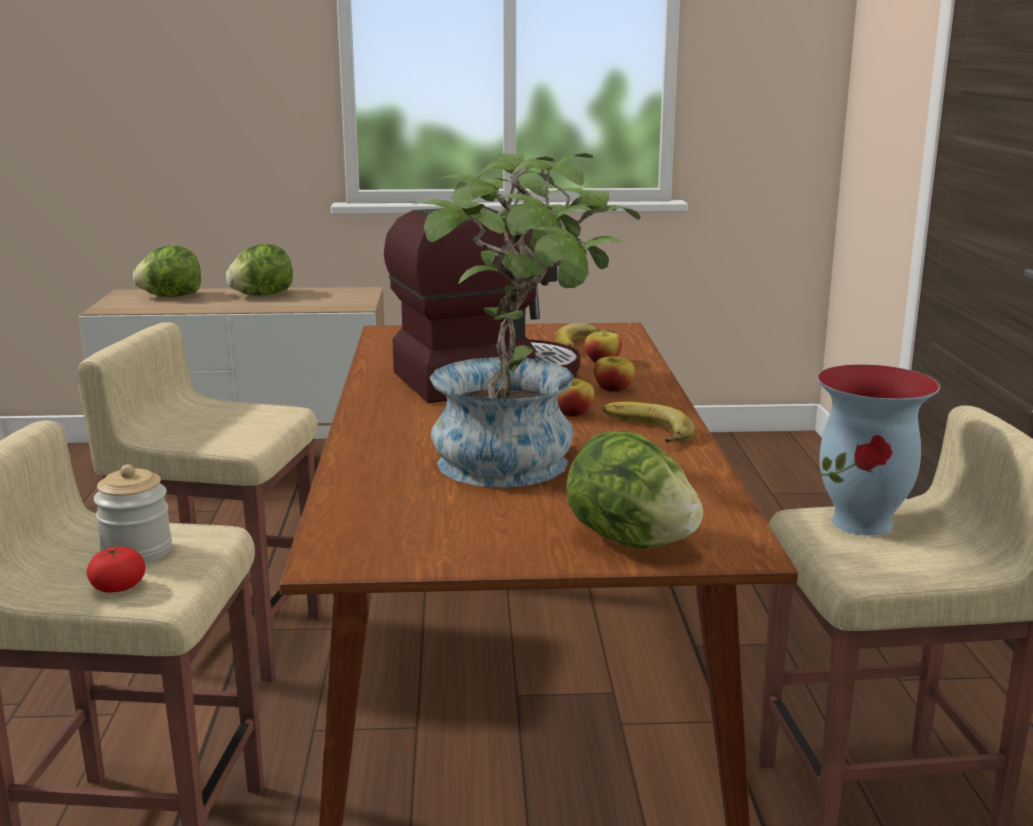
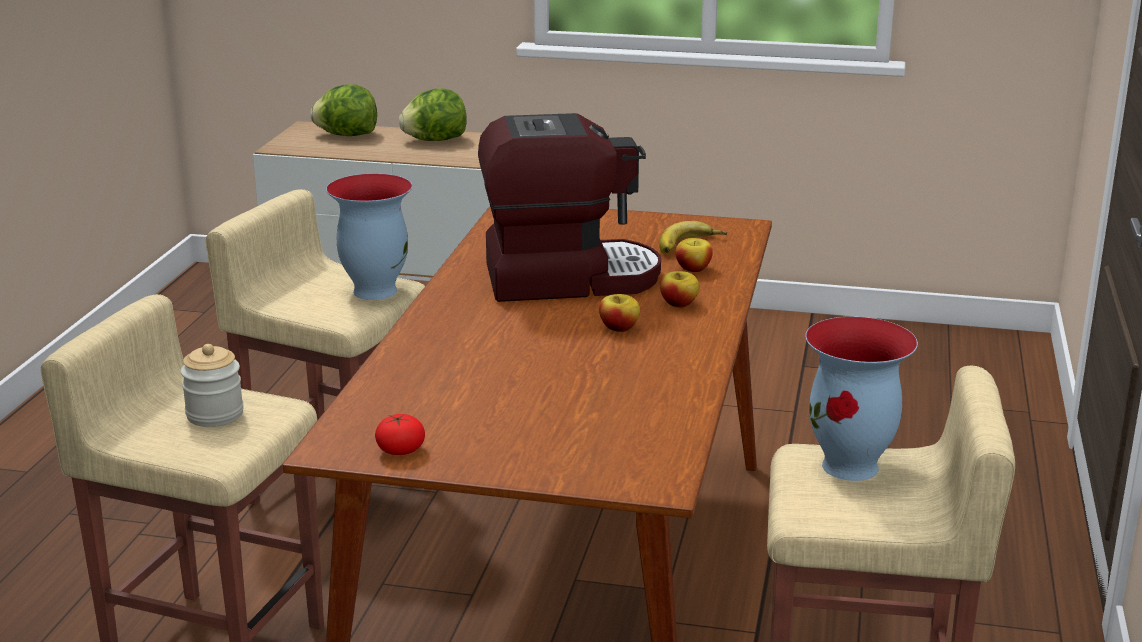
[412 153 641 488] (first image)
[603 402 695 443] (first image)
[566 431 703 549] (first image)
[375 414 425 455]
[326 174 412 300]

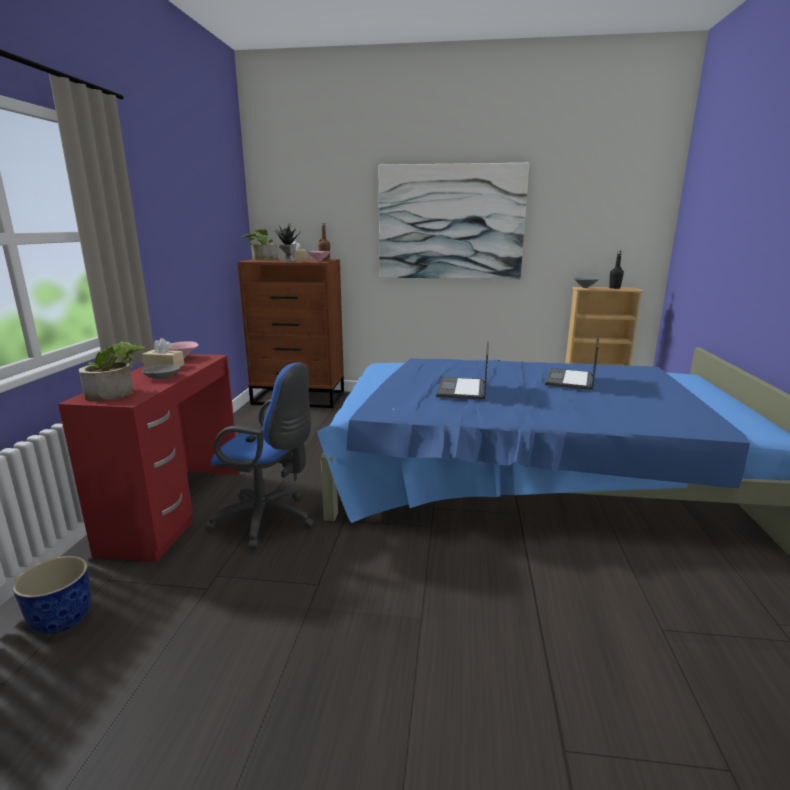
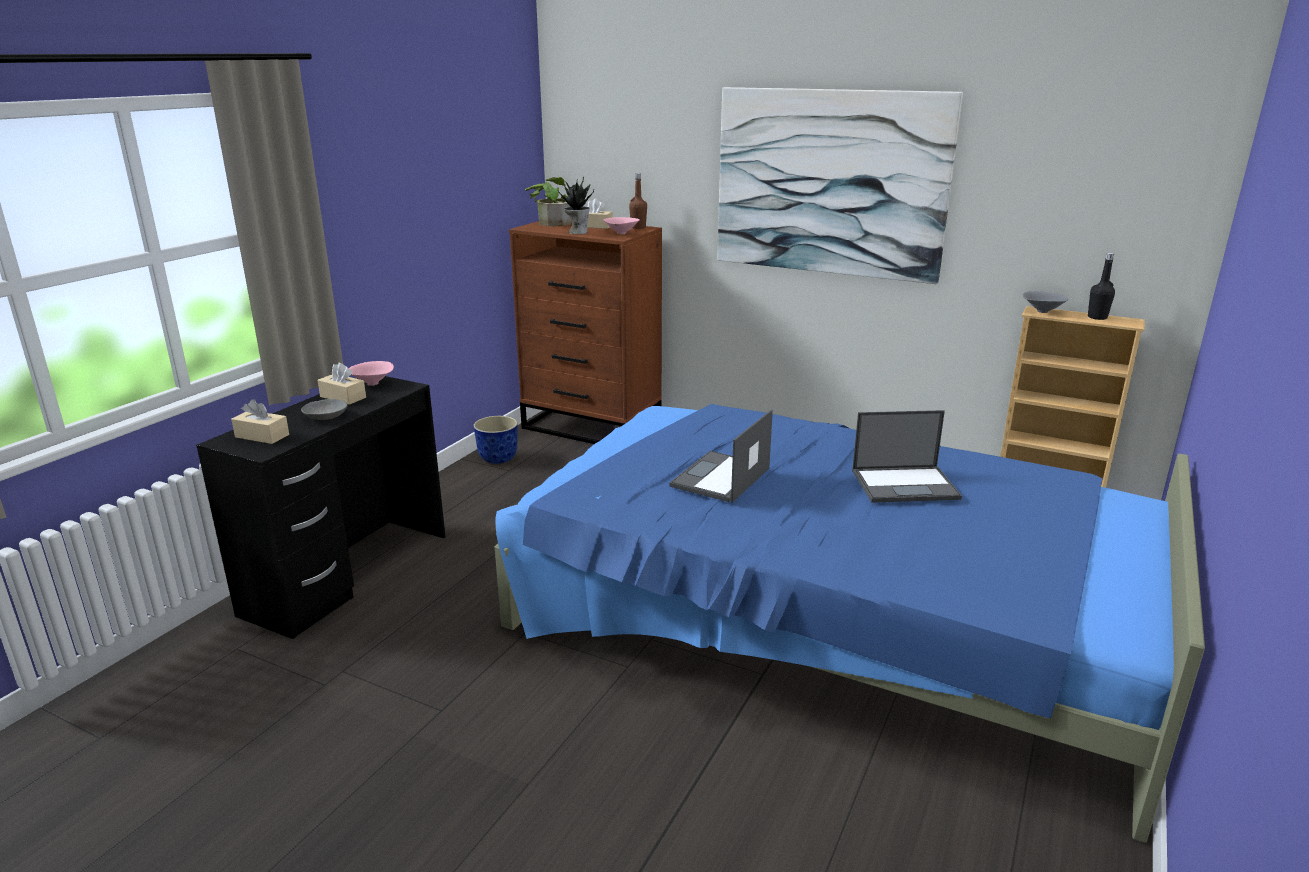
[852 410 962 503]
[231 399 289 444]
[196 376 445 639]
[205 362 314 549] (first image)
[474 416 518 464]

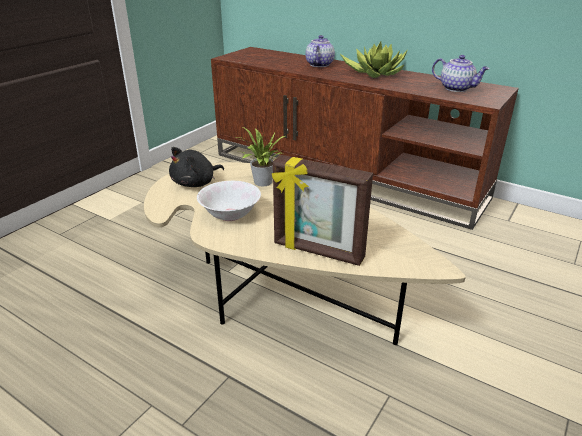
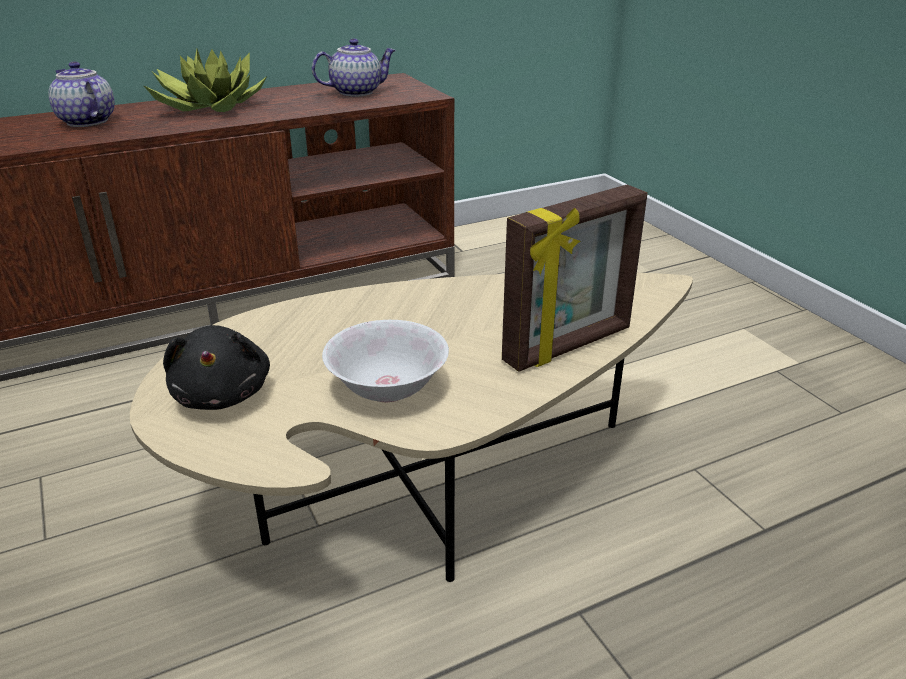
[234 127 285 186] (first image)

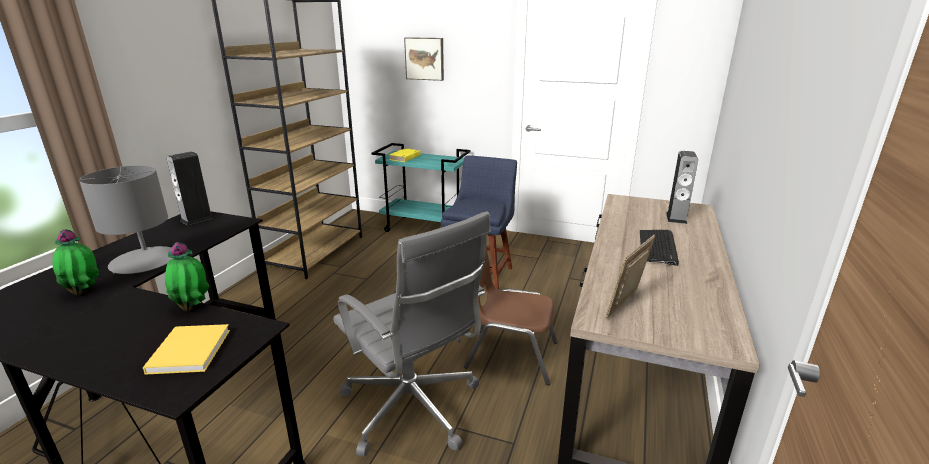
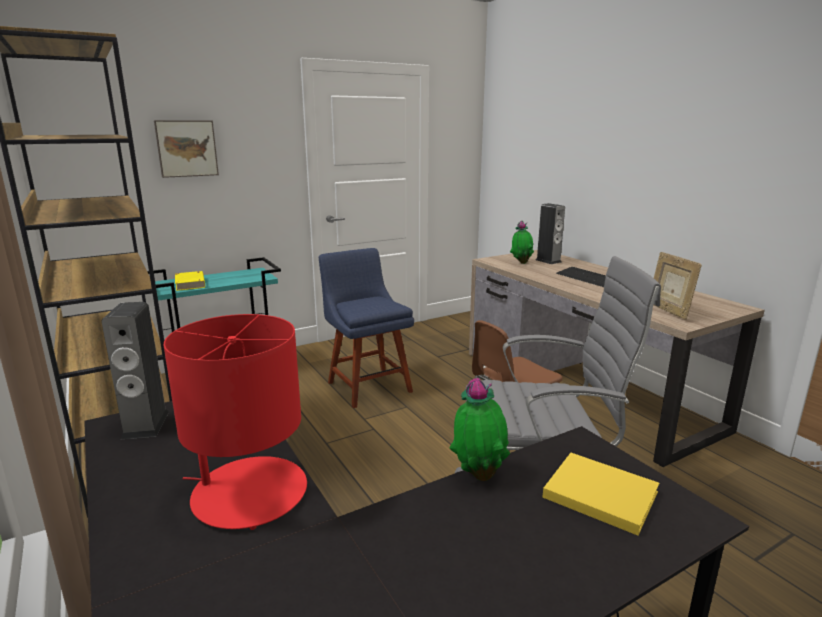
[164 314 307 530]
[510 221 534 264]

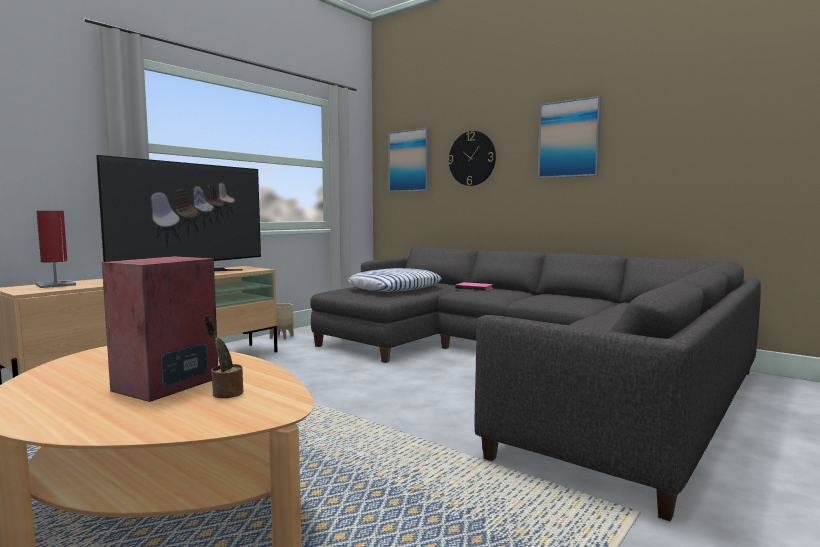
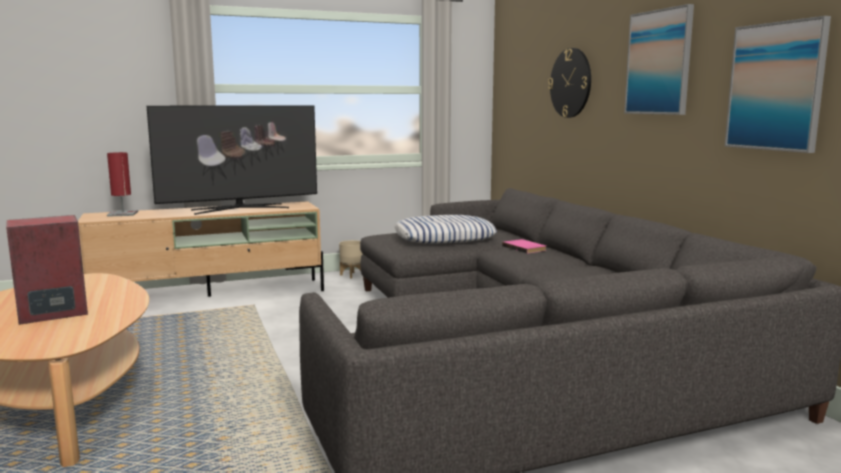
[724 16 831 153]
[204 315 243 398] (first image)

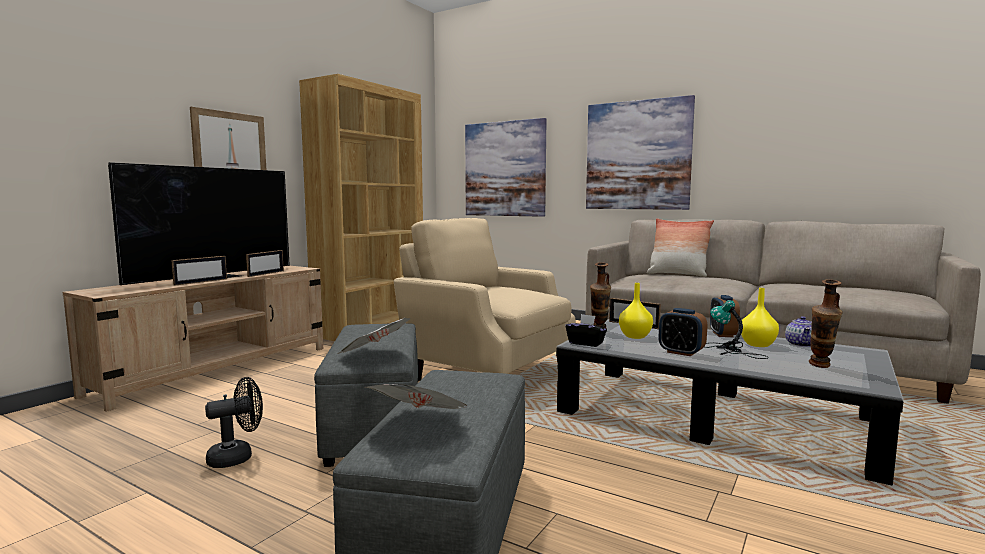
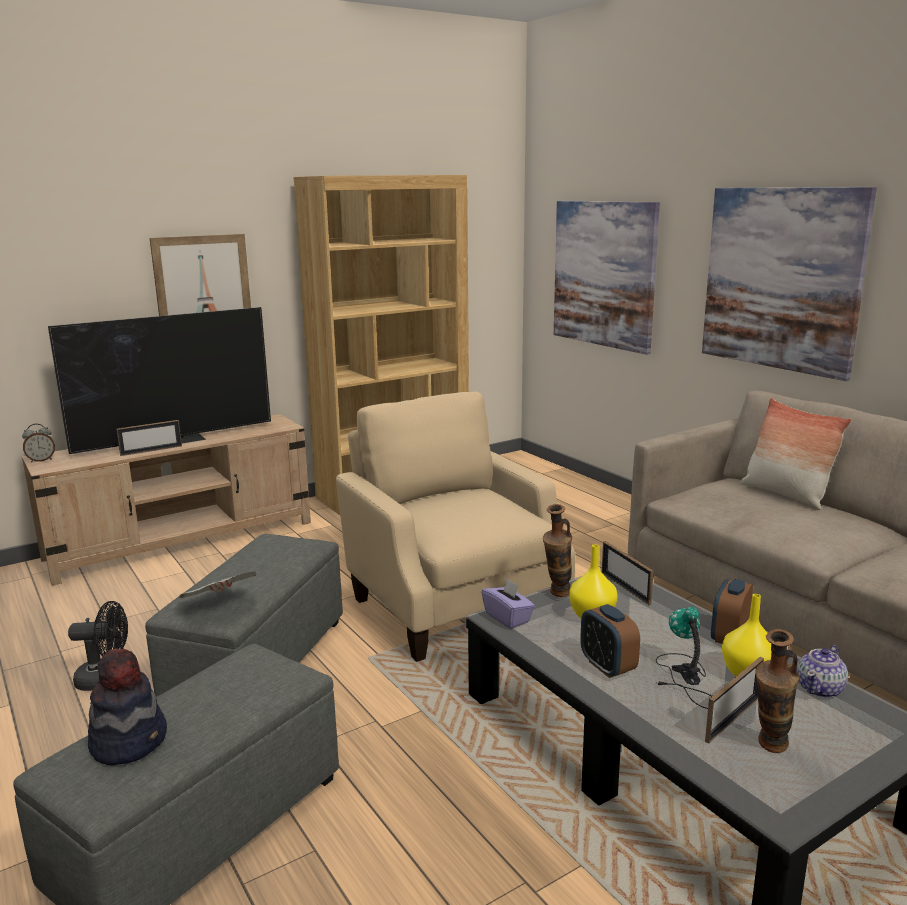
[705 657 764 743]
[482 578 535 629]
[88 648 167 765]
[22 424 55 463]

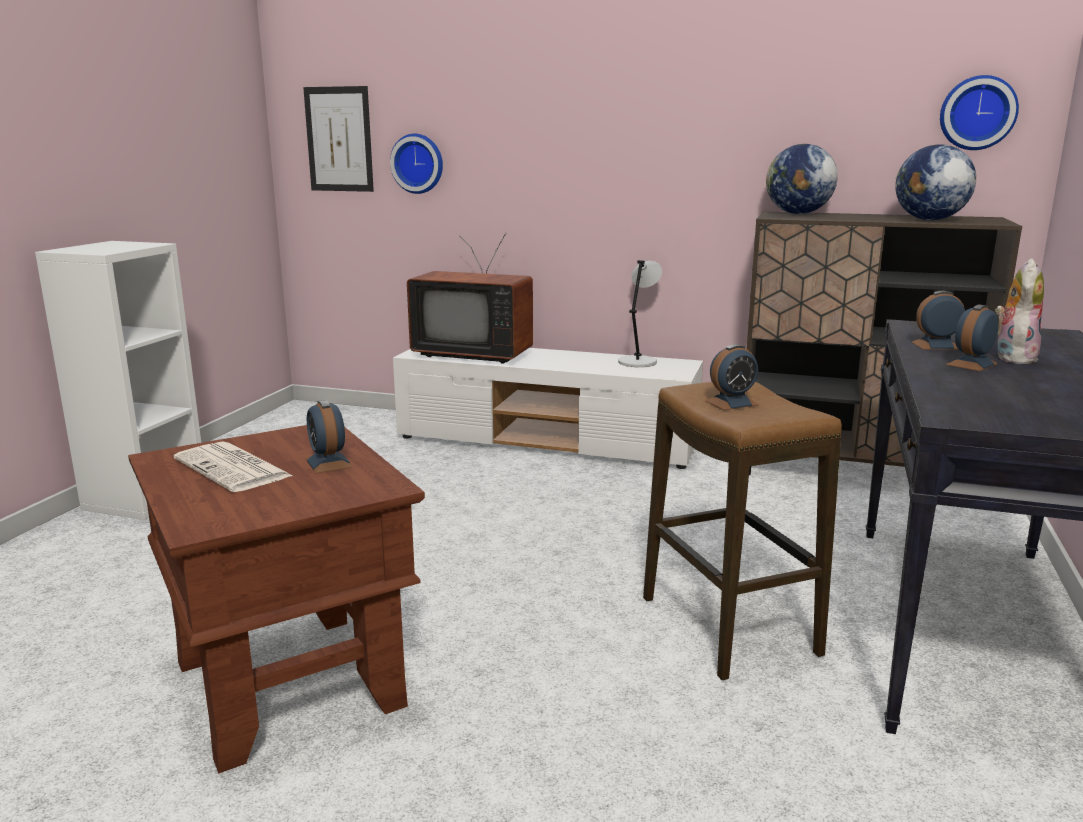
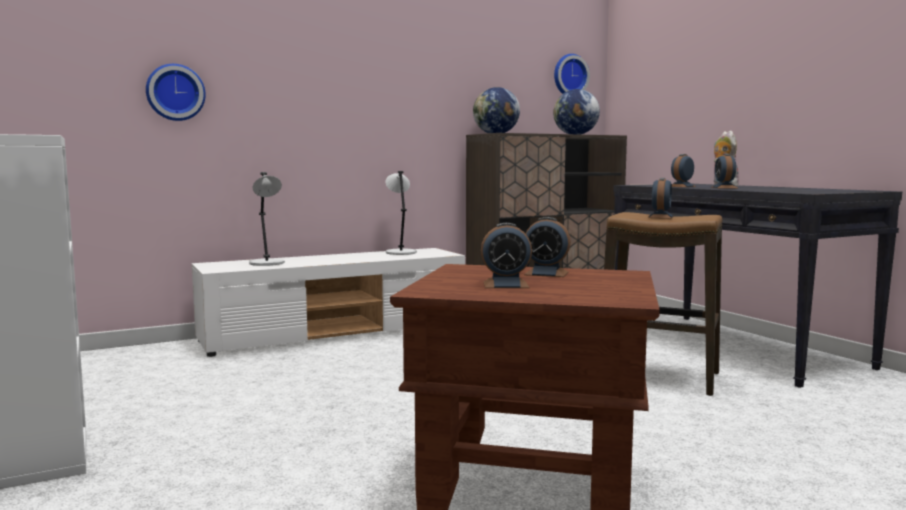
[303 86 374 192] (first image)
[249 172 285 266]
[481 223 532 288]

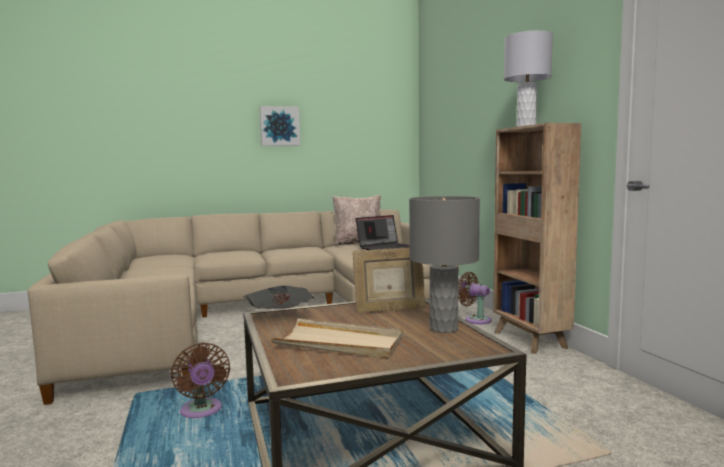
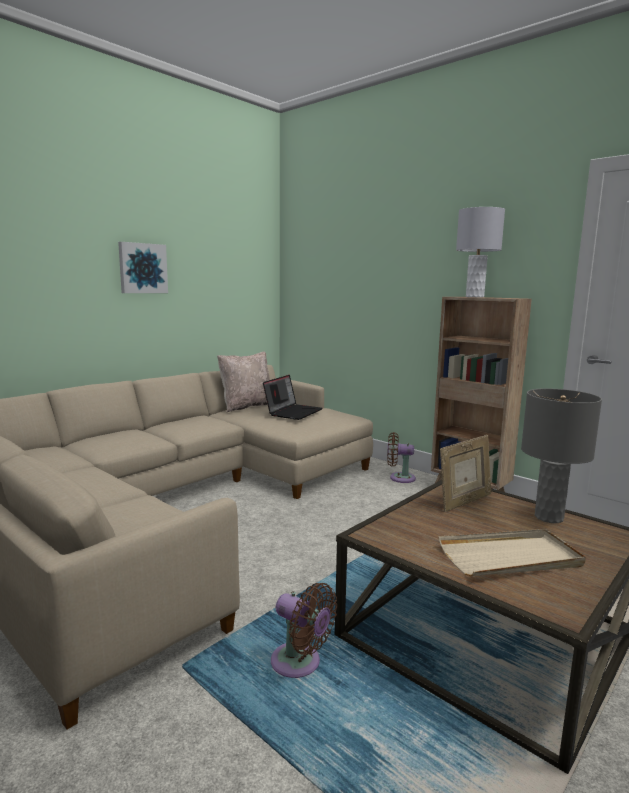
[243 286 314 309] (first image)

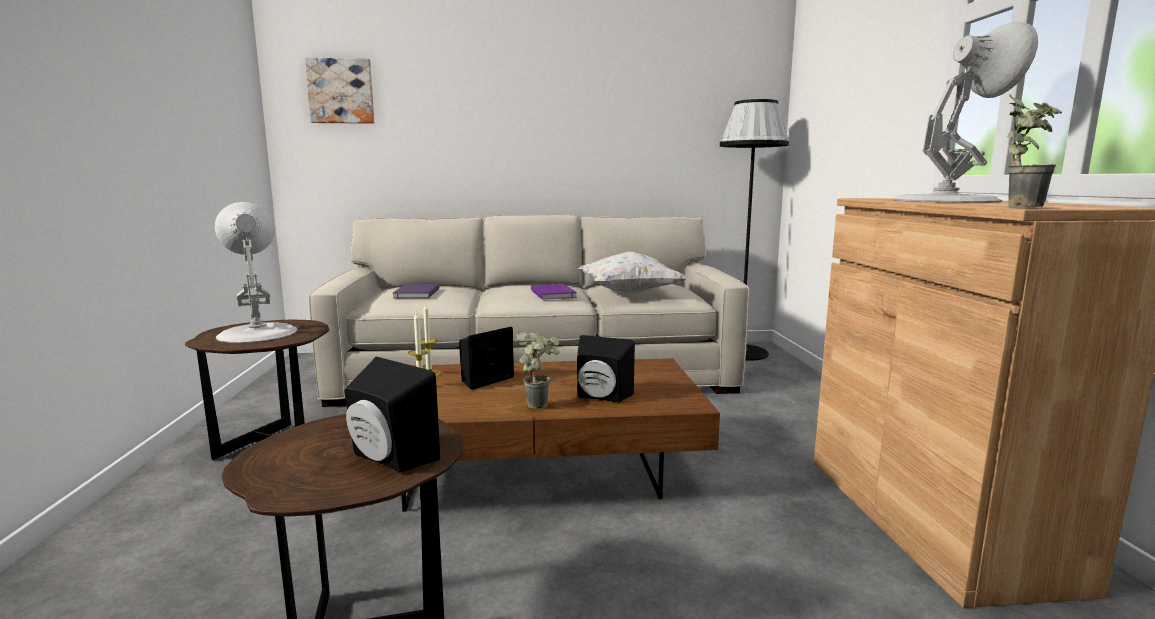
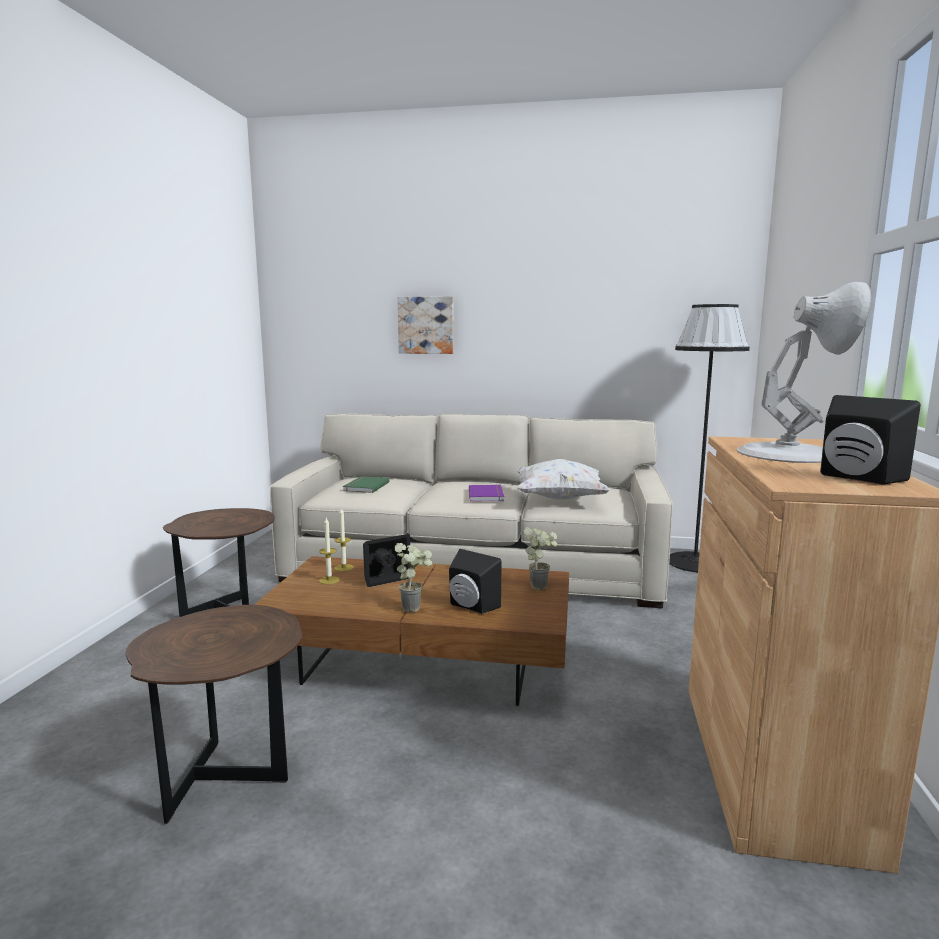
[398 296 454 354]
[523 527 558 590]
[215 202 297 343] (first image)
[343 476 389 493]
[820 395 921 485]

